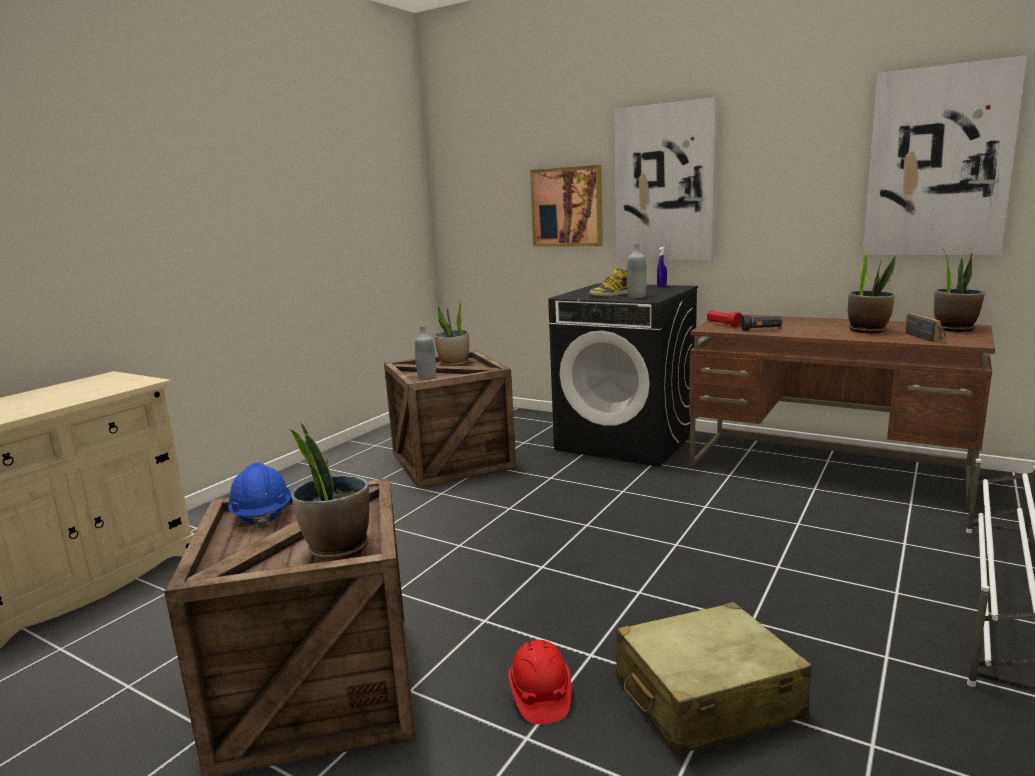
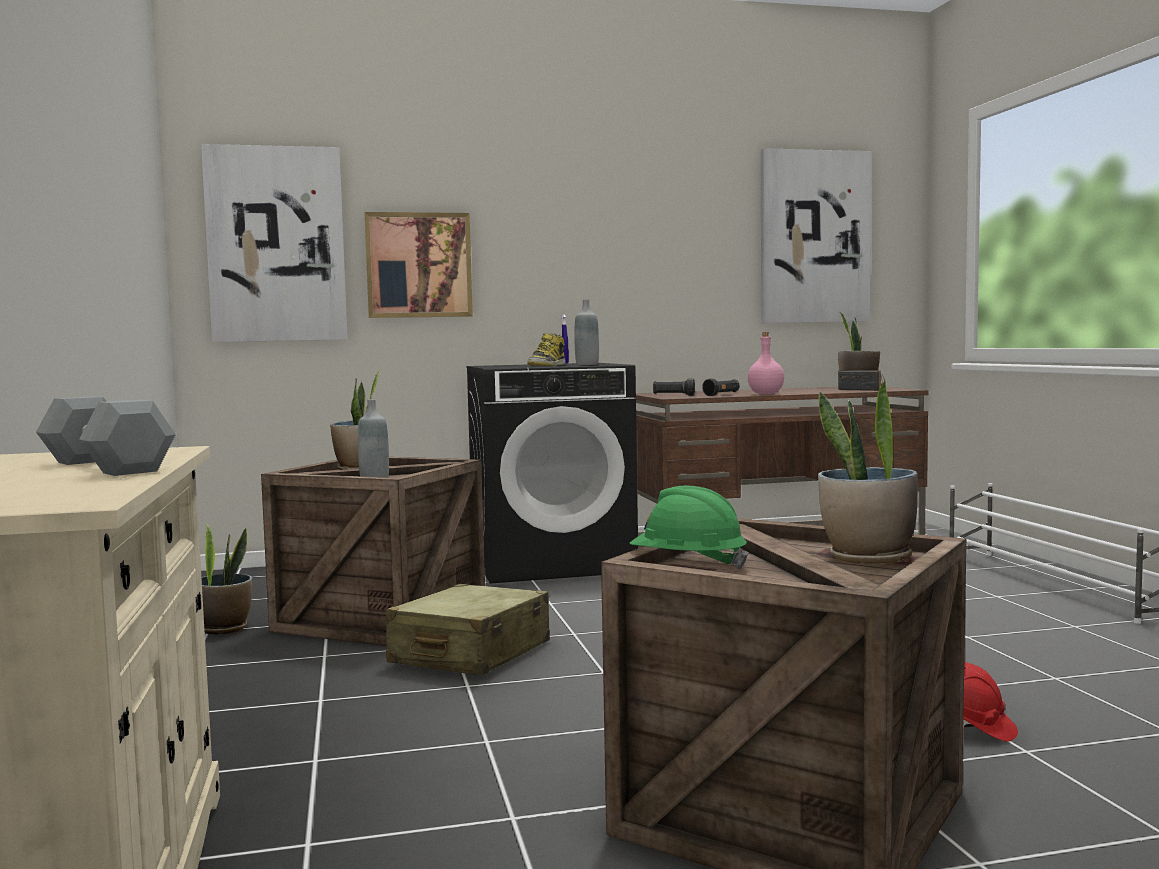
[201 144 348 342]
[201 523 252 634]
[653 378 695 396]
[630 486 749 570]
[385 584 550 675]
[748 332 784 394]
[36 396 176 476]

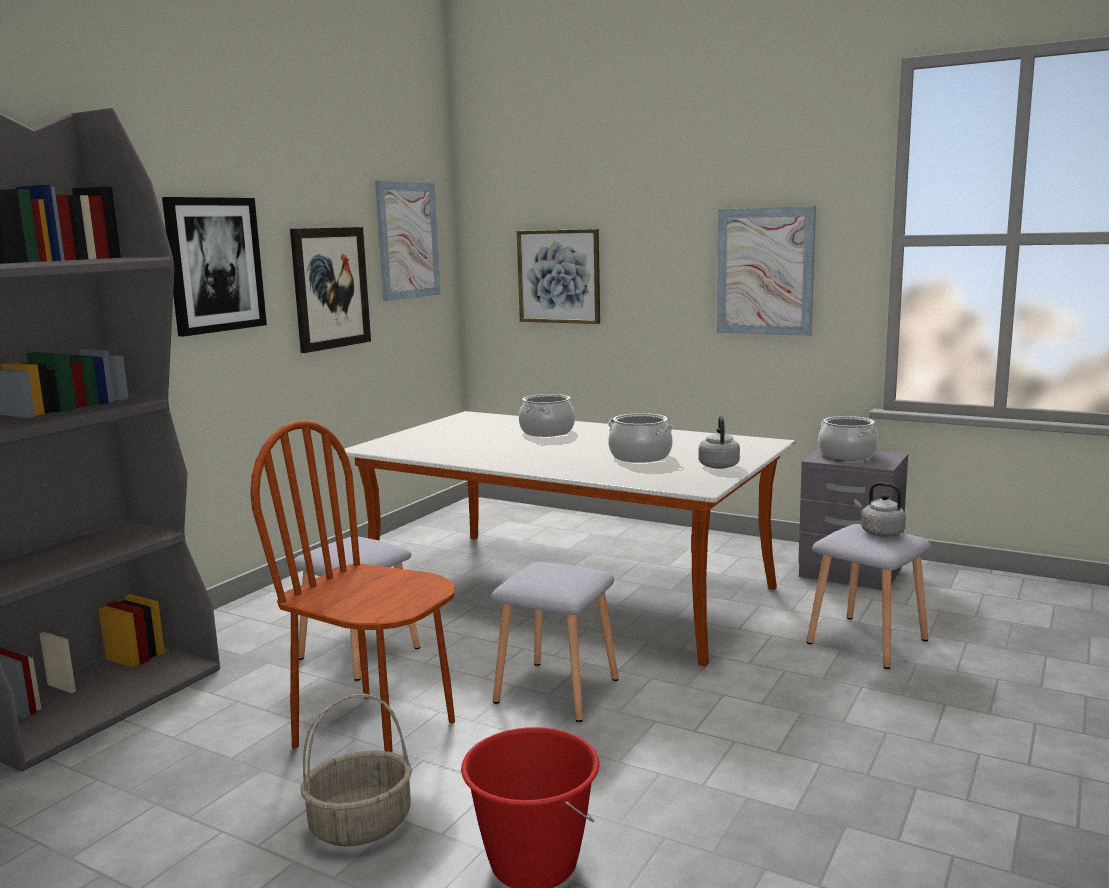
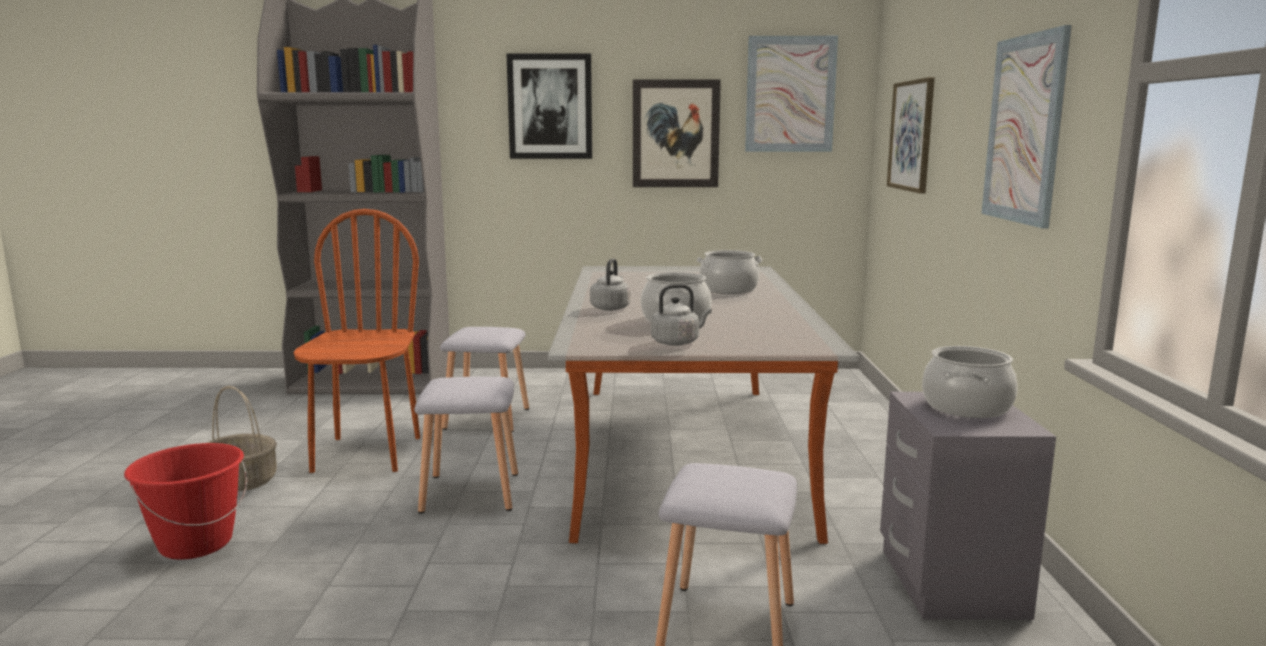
[590 258 630 311]

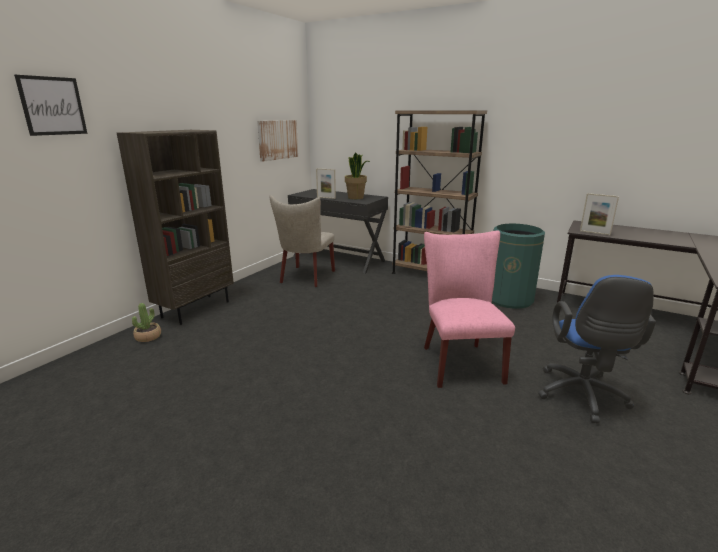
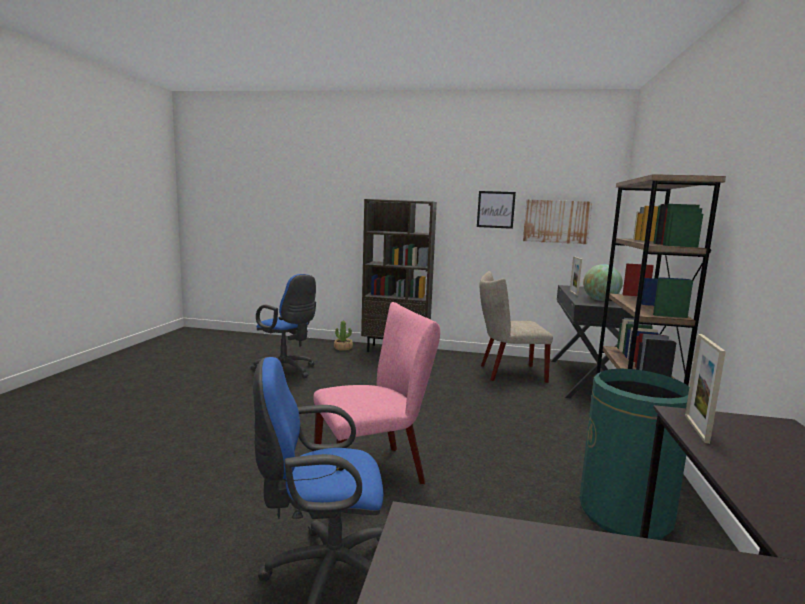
[477 191 516 229]
[583 264 623 301]
[250 274 316 378]

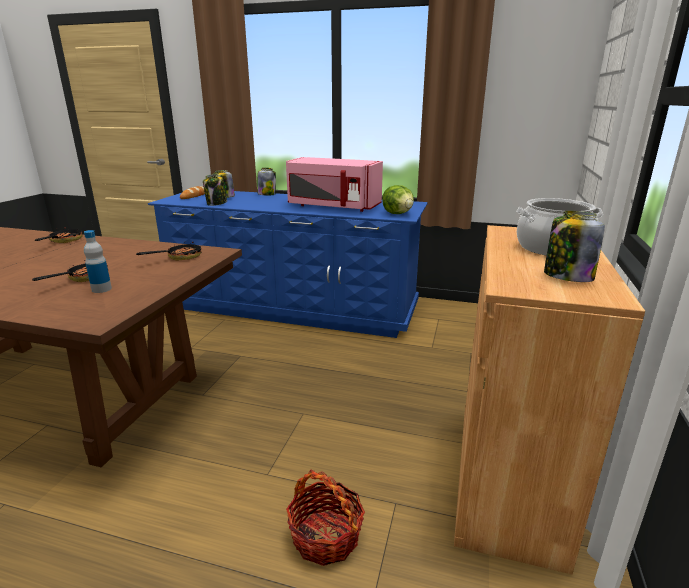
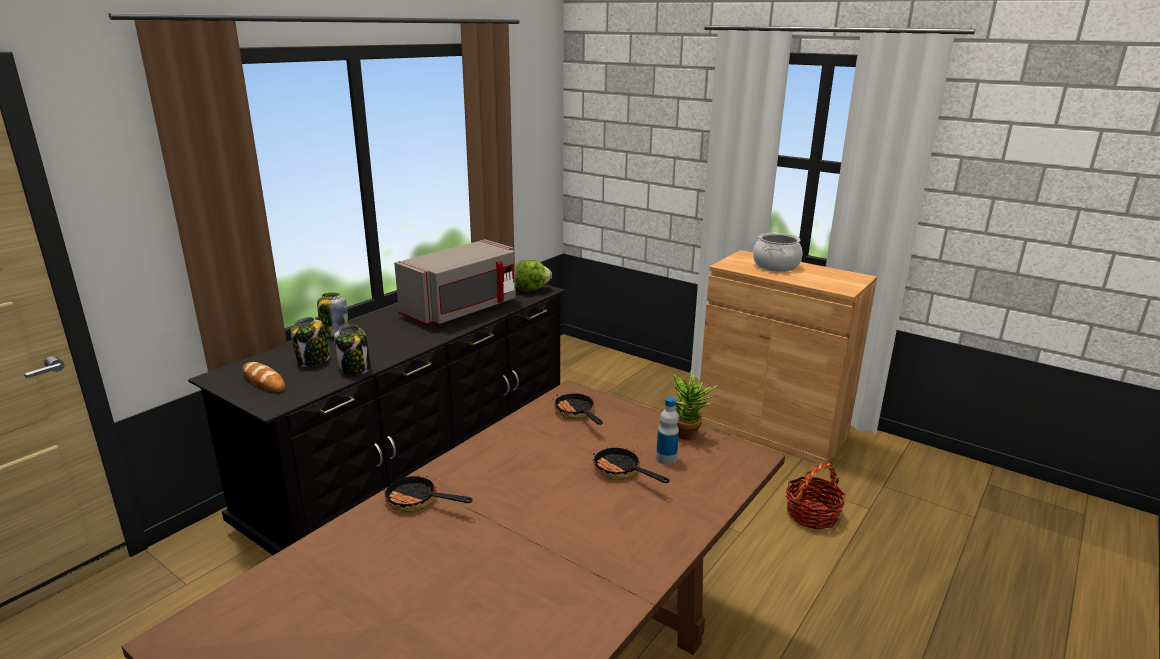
[394 239 516 325]
[188 284 566 555]
[544 211 605 282] (first image)
[674 370 719 440]

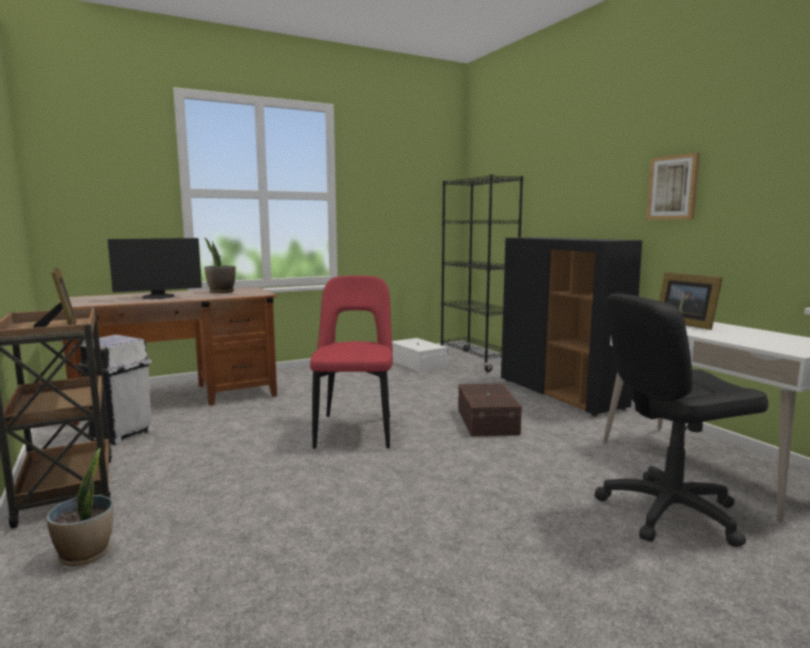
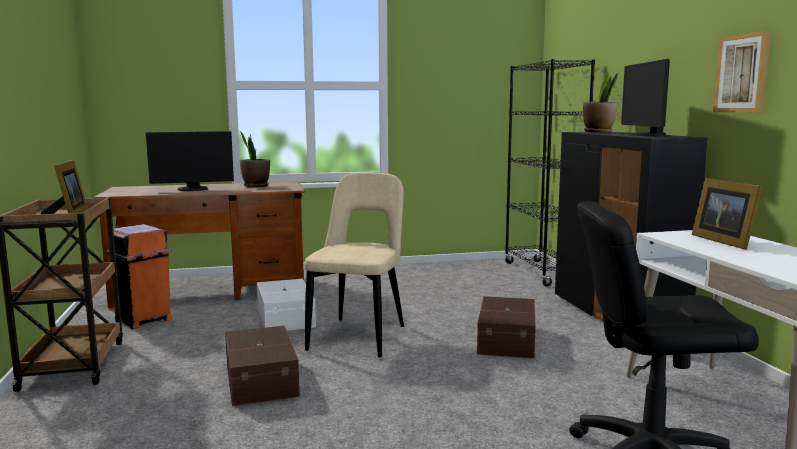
[304 173 404 358]
[107 224 172 329]
[257 279 316 331]
[583 70 618 132]
[621 59 670 136]
[225 326 300 406]

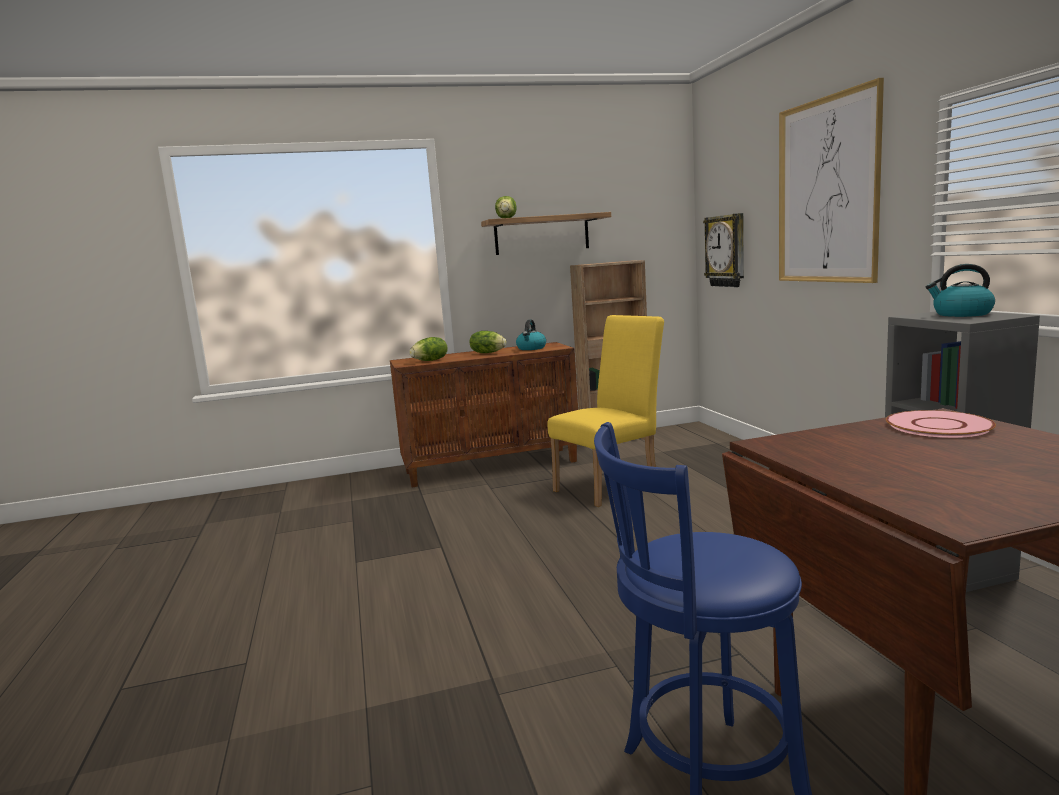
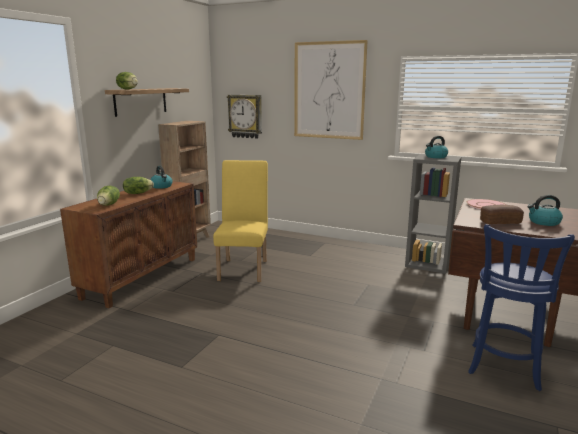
[528 195 563 226]
[480 204 524 224]

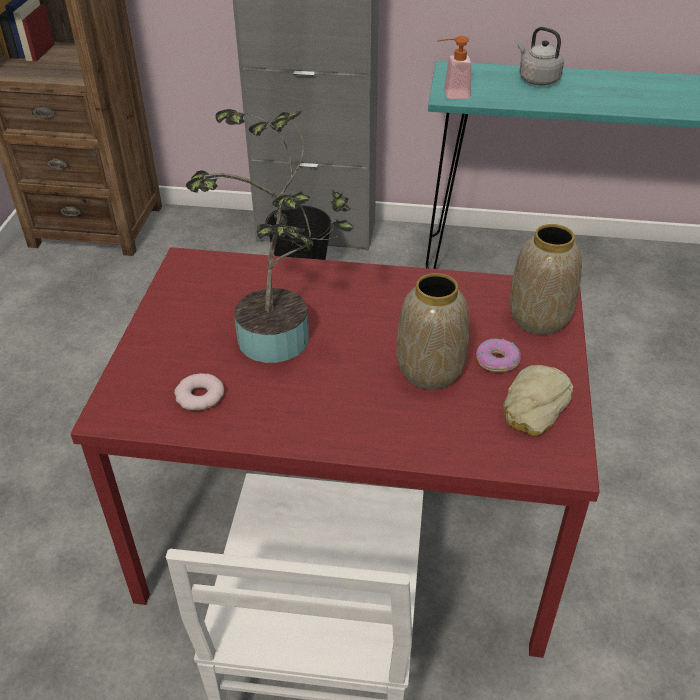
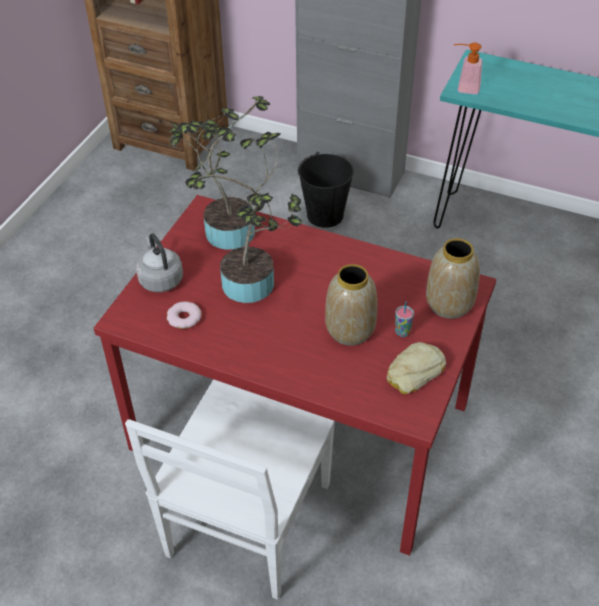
[136 233 183 292]
[395 302 414 337]
[168 96 270 250]

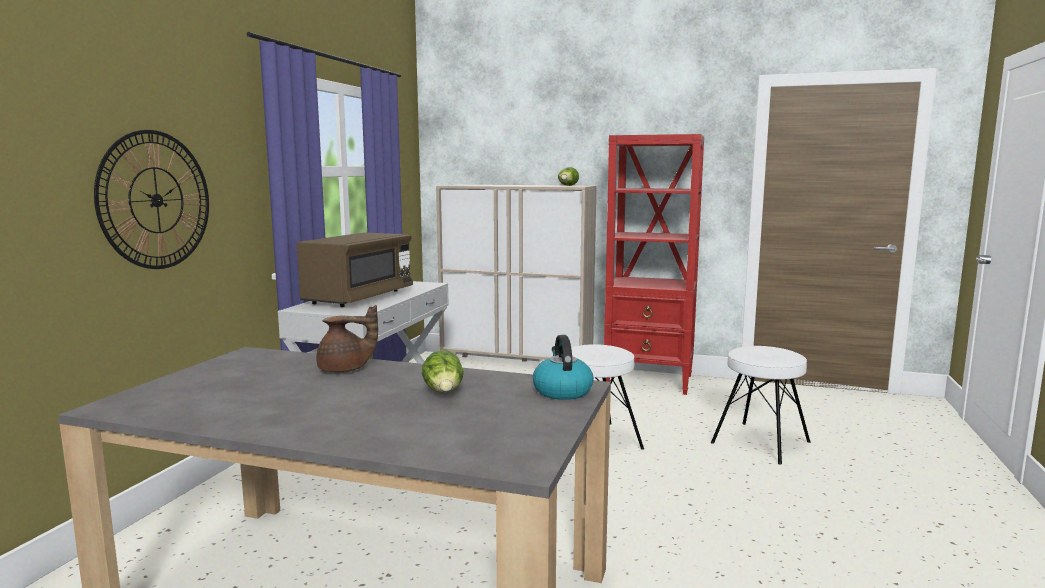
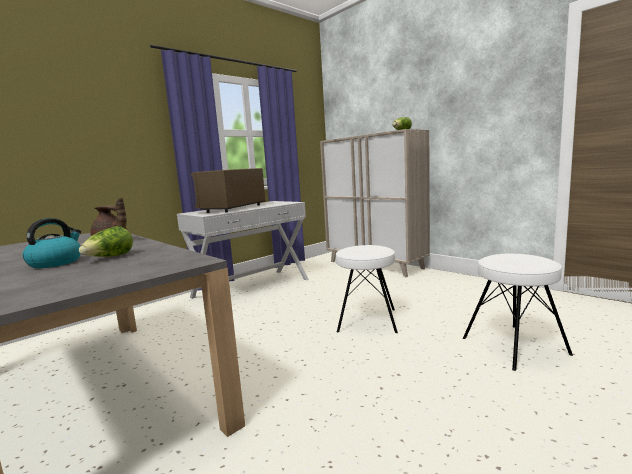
[94 130 209 269] (first image)
[604 134 704 395] (first image)
[191 168 265 213]
[22 218 81 268]

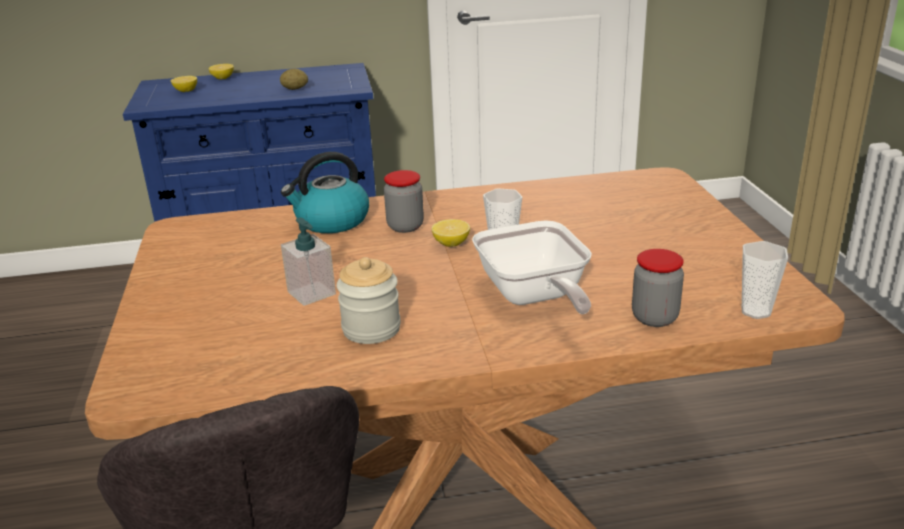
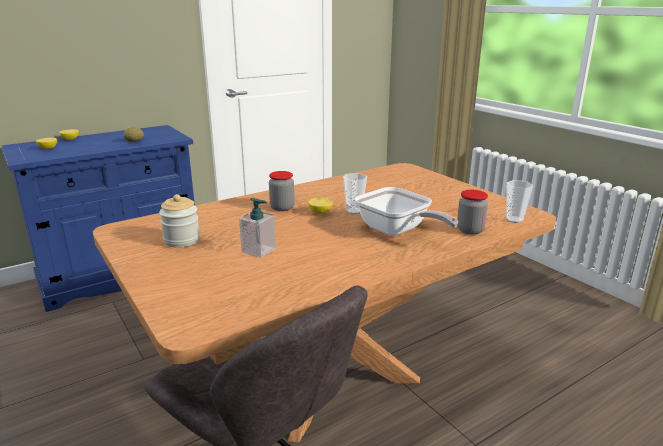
[281 152 369 233] (first image)
[159 194 200 248]

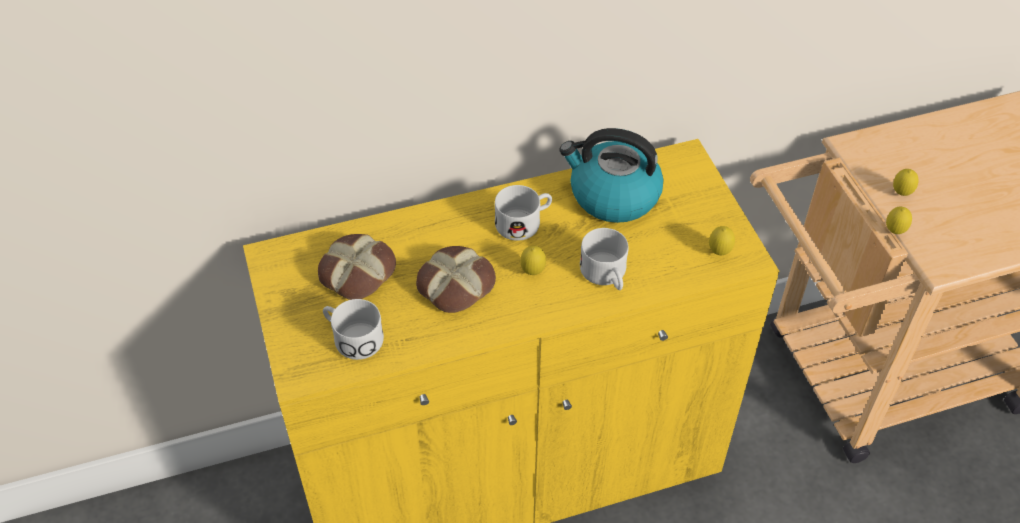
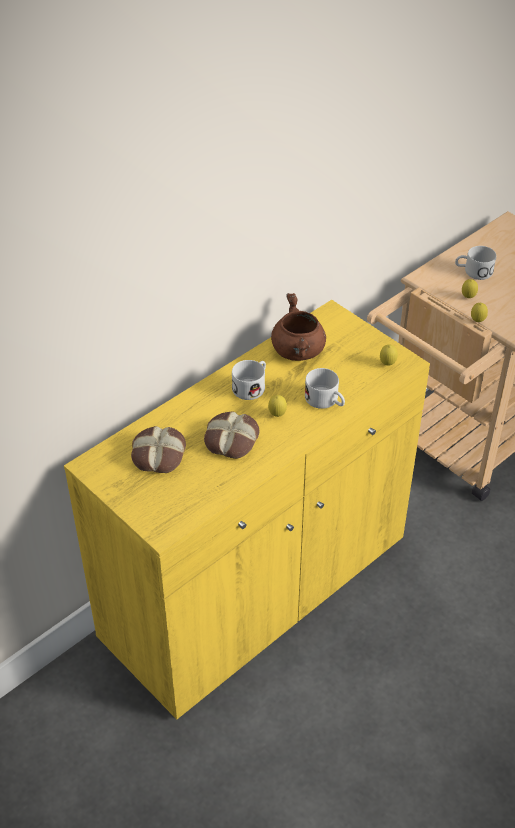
[271 293 326 361]
[455 246 496 280]

